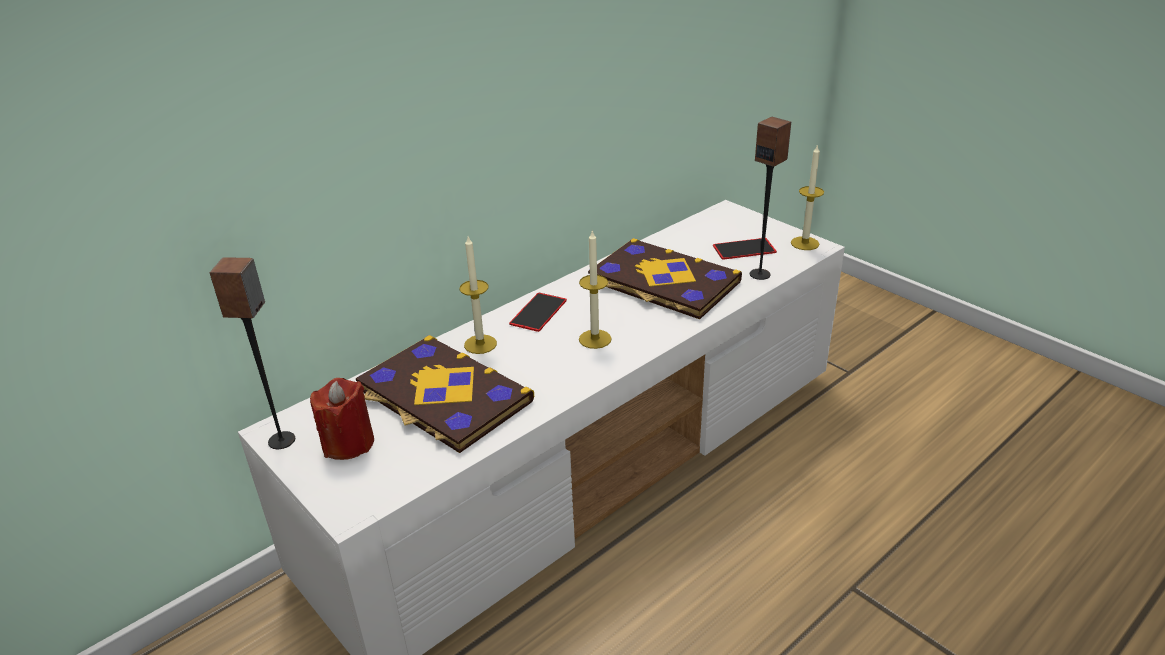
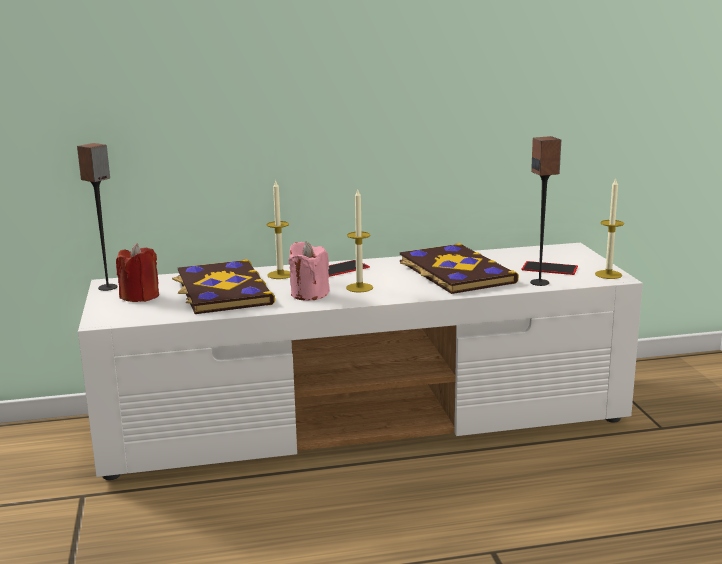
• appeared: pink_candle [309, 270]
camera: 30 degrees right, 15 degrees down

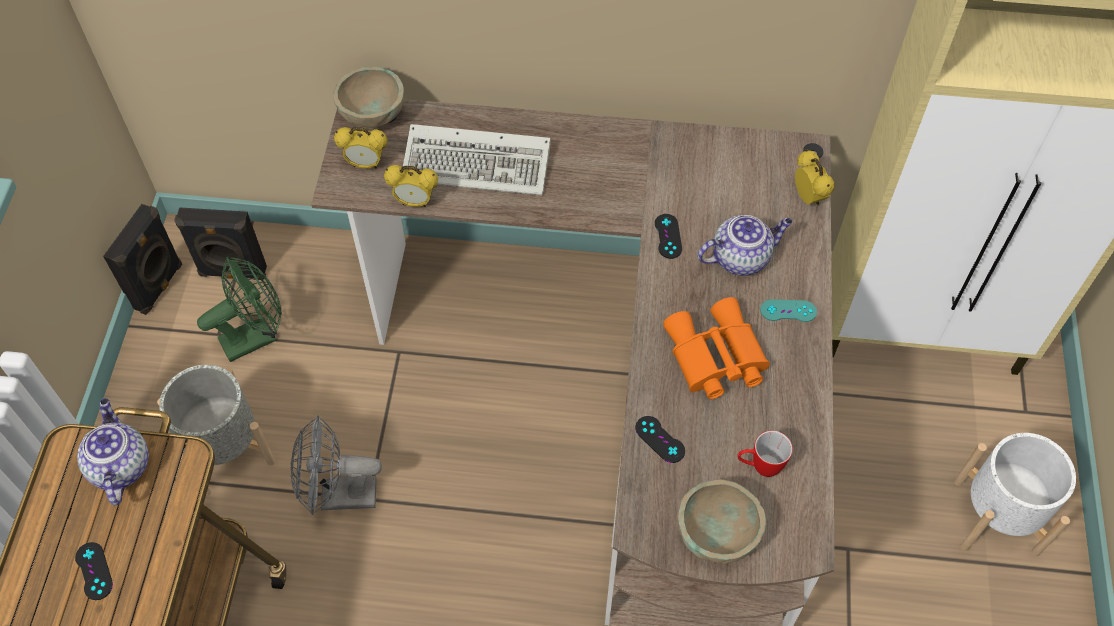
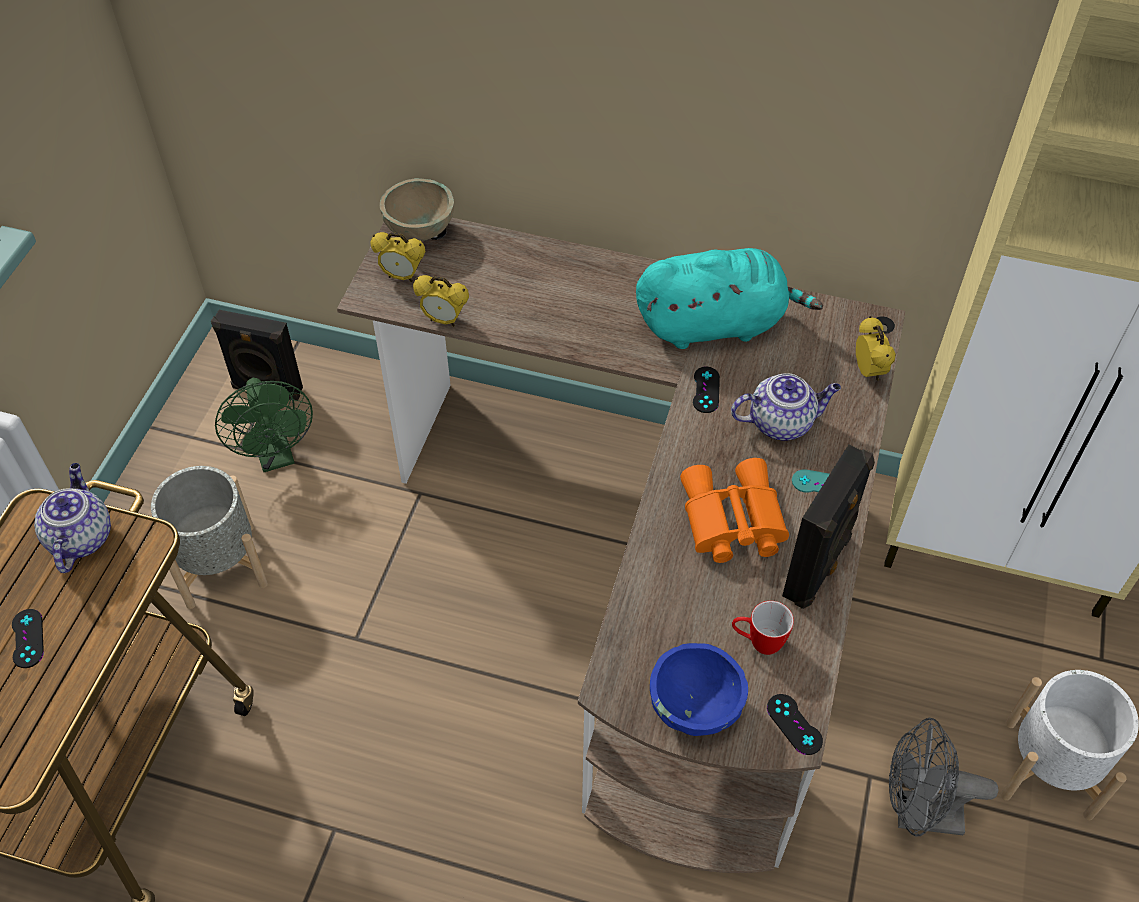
• missing: keyboard [477, 160]
• appeared: turquoise_plush_toy [729, 298]
• relocated: black_speaker [142, 259] to [828, 526]
• relocated: grey_fan [336, 465] to [943, 777]
• relocated: black_game_controller [660, 439] to [795, 724]
• colour: beige_bowl [722, 522] to blue_bowl [699, 689]
• spun: green_fan [239, 309] = [264, 425] 90 degrees clockwise
camera: 10 degrees right, 5 degrees down

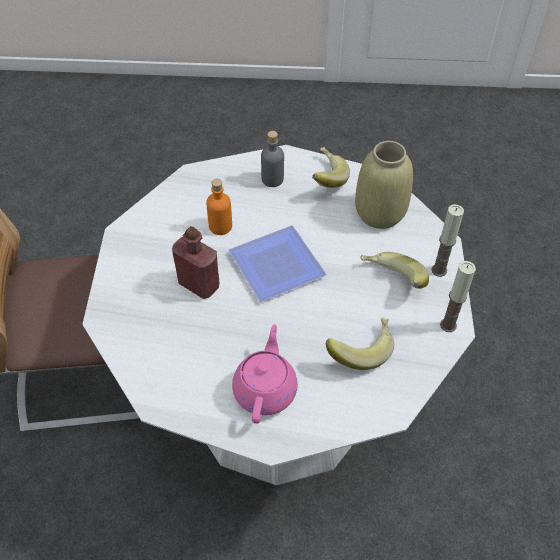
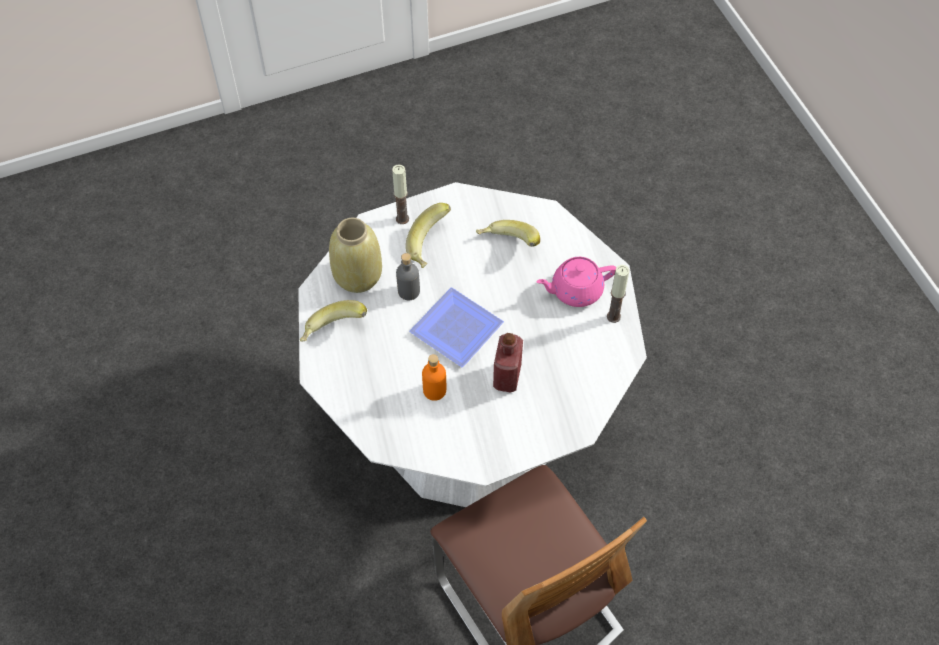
• relocated: grey_bottle [272, 159] to [408, 276]
• relocated: candle [458, 296] to [618, 294]
camera: 115 degrees left, 5 degrees up

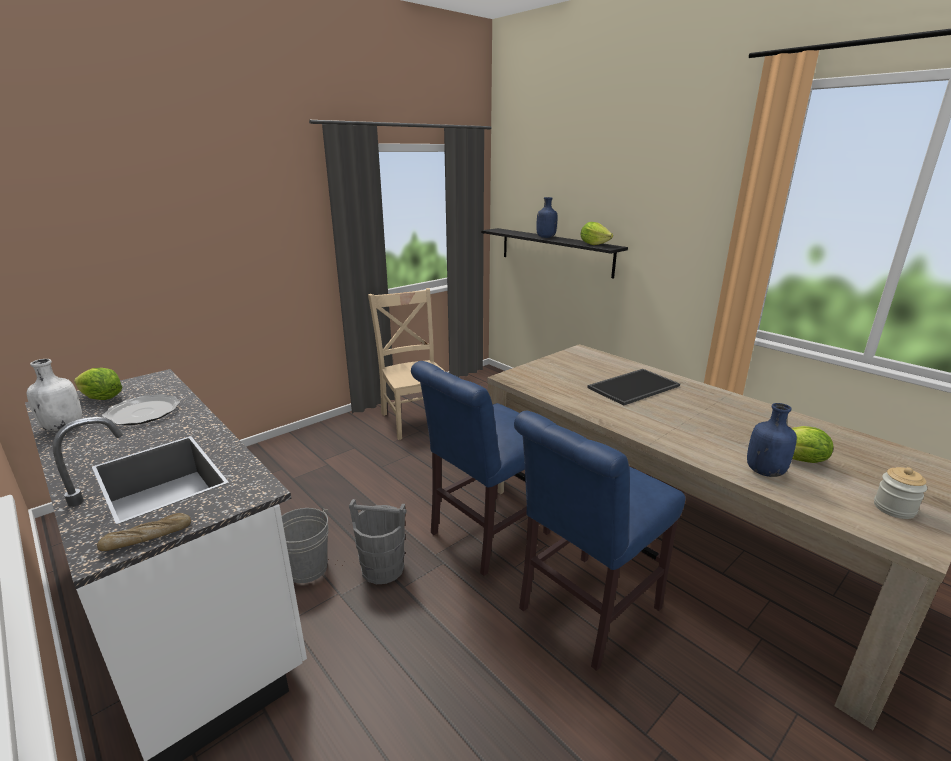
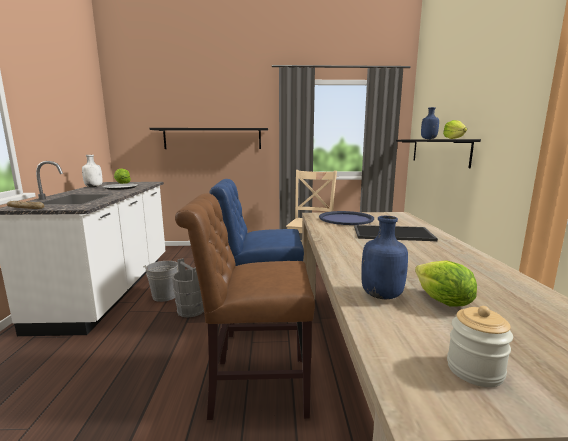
• appeared: black_shelf [208, 138]
• appeared: blue_tray [346, 218]
• colour: blue_chair [600, 541] to brown_chair [245, 306]
camera: 40 degrees right, 10 degrees down

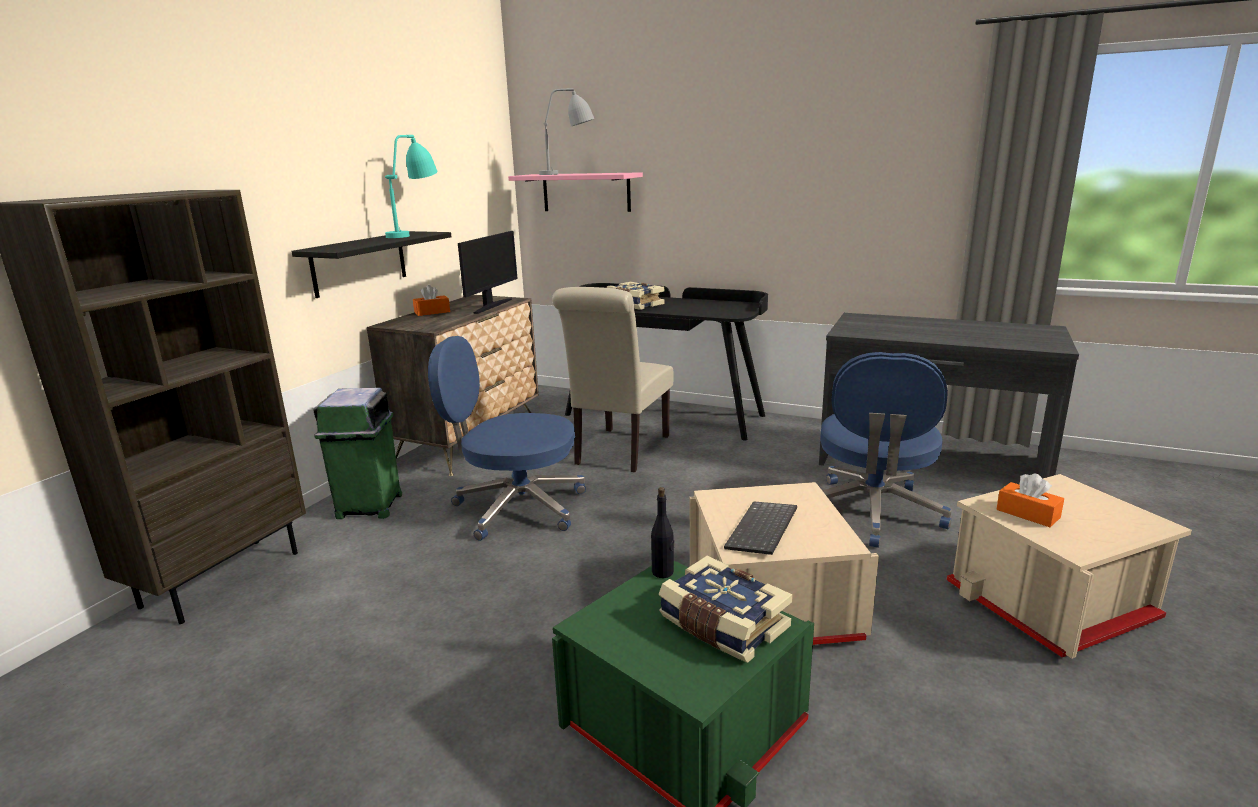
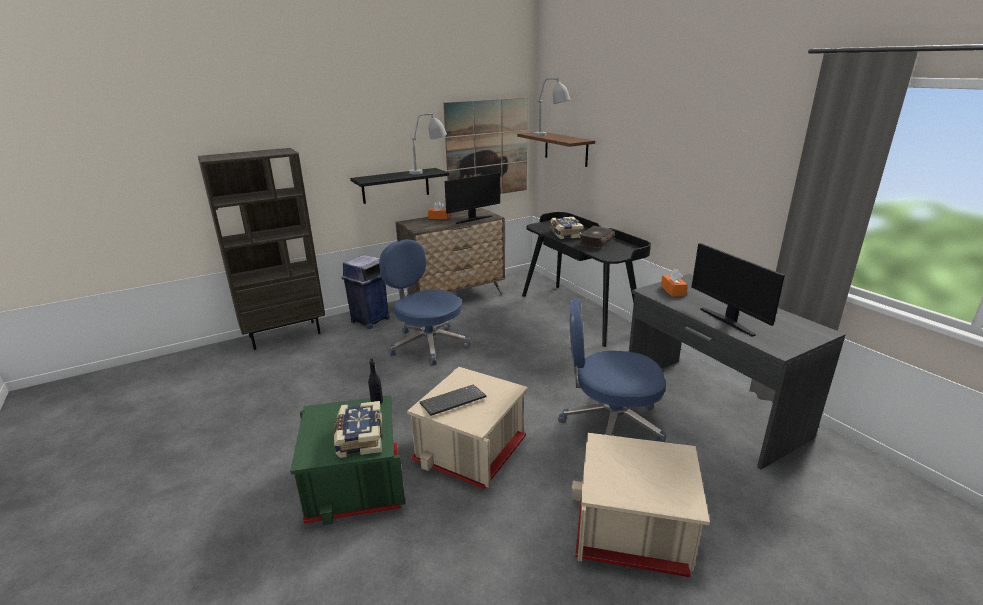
• missing: beige_chair [613, 379]
• appeared: picture [486, 146]
• appeared: book [597, 237]
• appeared: monitor [738, 290]
• relocated: orange_tissue_box [1030, 500] to [674, 283]
• colour: green_trash_can [357, 453] to blue_trash_can [366, 292]
• colour: turquoise_table_lamp [411, 186] to grey_table_lamp [428, 143]
• colour: pink_shelf [575, 192] to brown_shelf [556, 149]
• spun: blue_office_chair [885, 450] = [612, 370] 45 degrees clockwise
camera: 35 degrees right, 5 degrees up

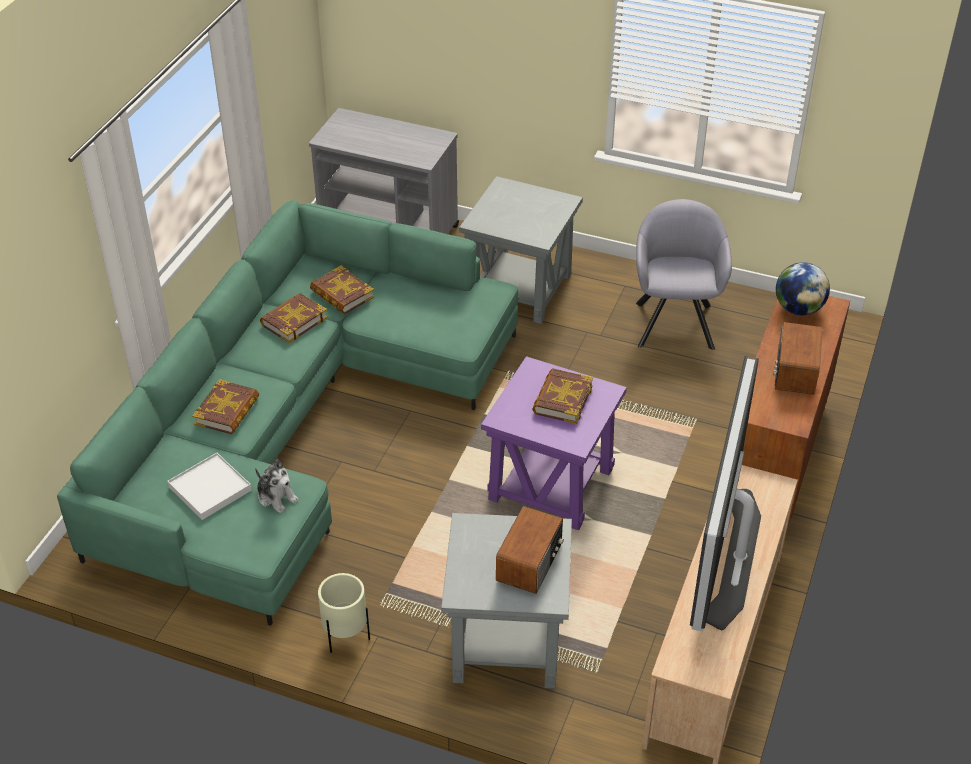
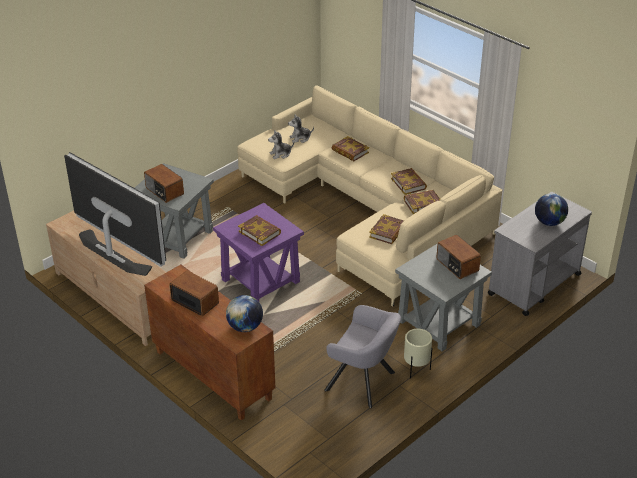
• appeared: book [386, 229]
• appeared: radio [458, 257]
• appeared: globe [551, 209]
• relocated: beige_planter [344, 613] to [418, 353]
• exchanged: white_tray [209, 486] to plush_toy [301, 129]
• colour: green_sofa [288, 413] to beige_sofa [369, 196]
camera: 115 degrees right, 5 degrees down

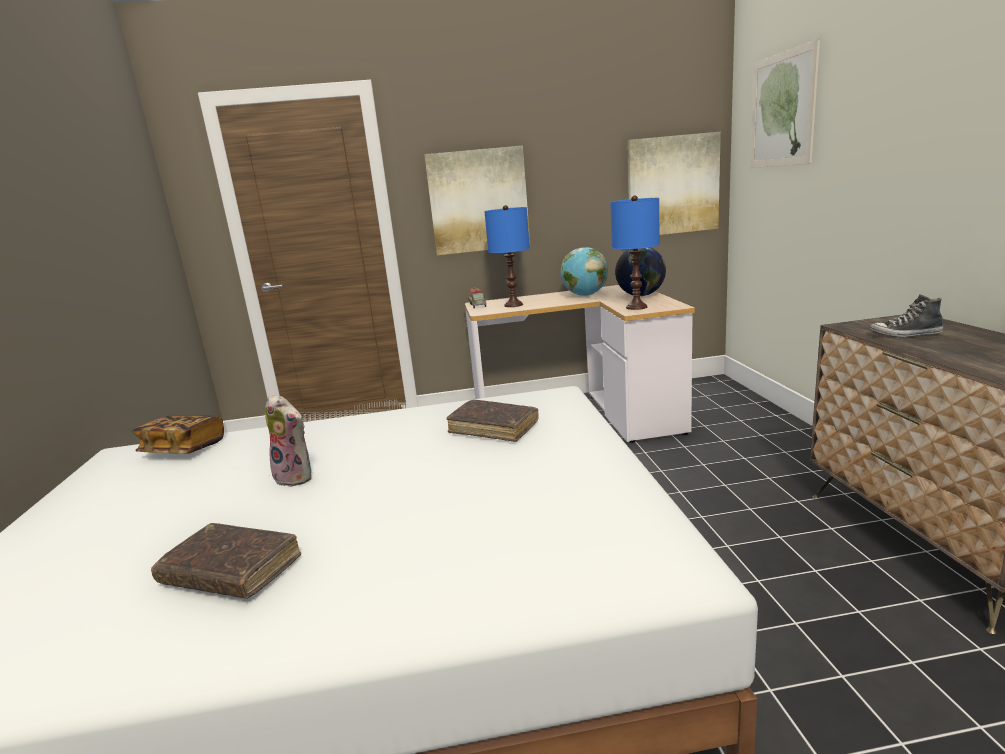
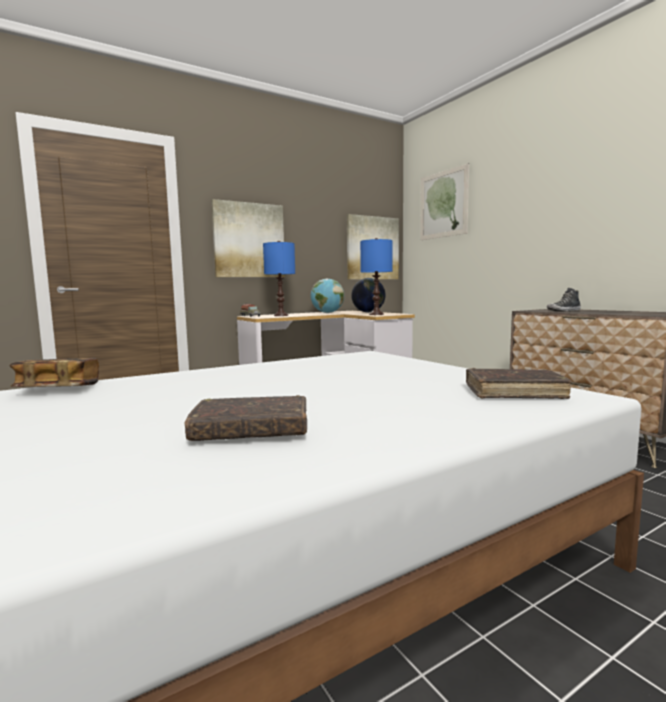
• missing: plush_toy [289, 440]
• relocated: brown_book [493, 421] to [519, 383]
camera: 25 degrees left, 10 degrees down

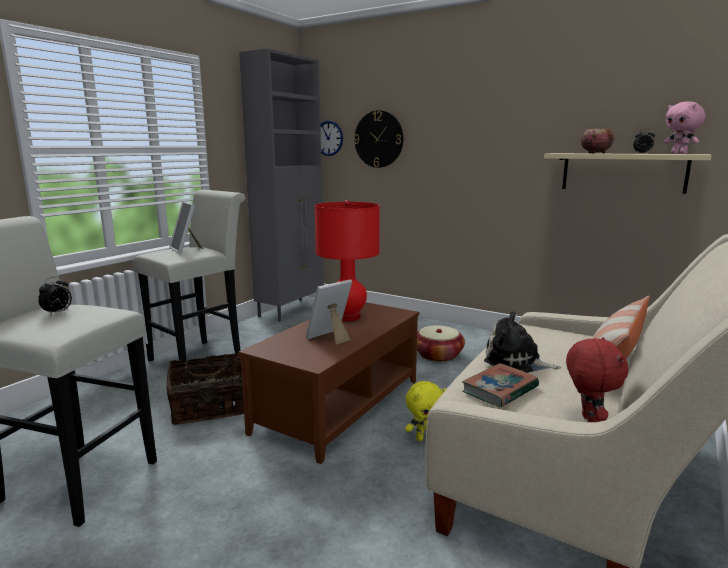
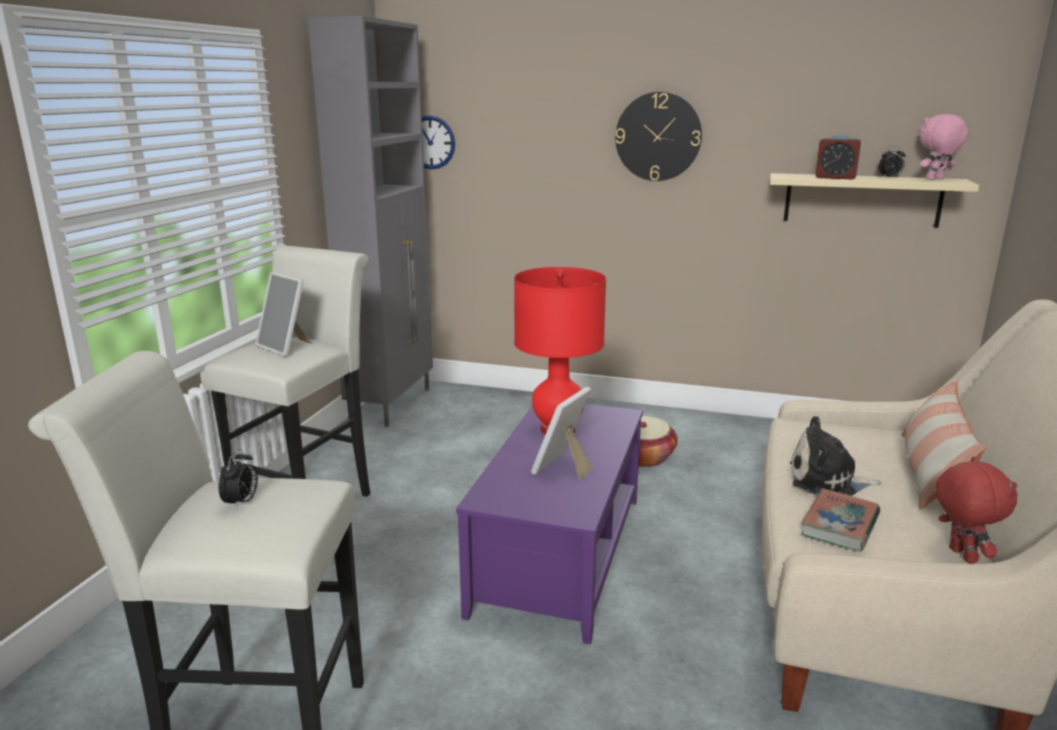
• missing: basket [205, 389]
• missing: yellow_plush_toy [425, 411]
• relocated: wall_clock [378, 139] to [658, 136]
• exchanged: bowl [597, 141] to alarm_clock [838, 156]
• colour: brown_coffee_table [329, 383] to purple_coffee_table [549, 524]
• spun: pink_plush_toy [684, 127] = [944, 147] 105 degrees clockwise
camera: 15 degrees left, 5 degrees up

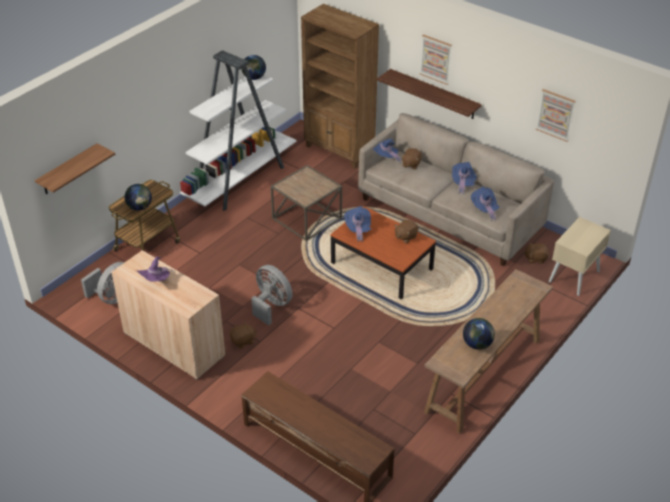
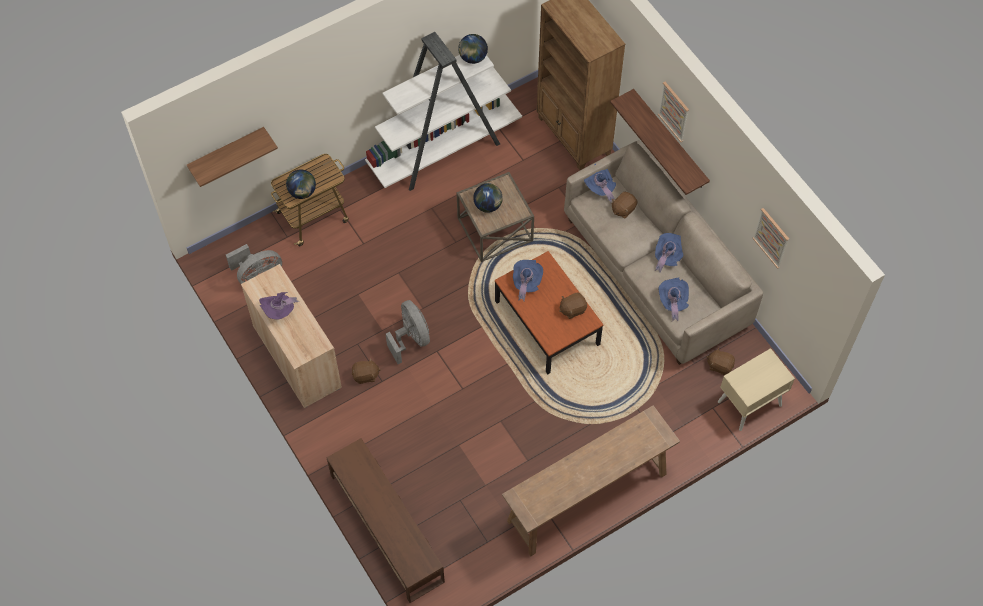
• relocated: globe [479, 334] to [488, 198]
camera: 20 degrees right, 20 degrees up

